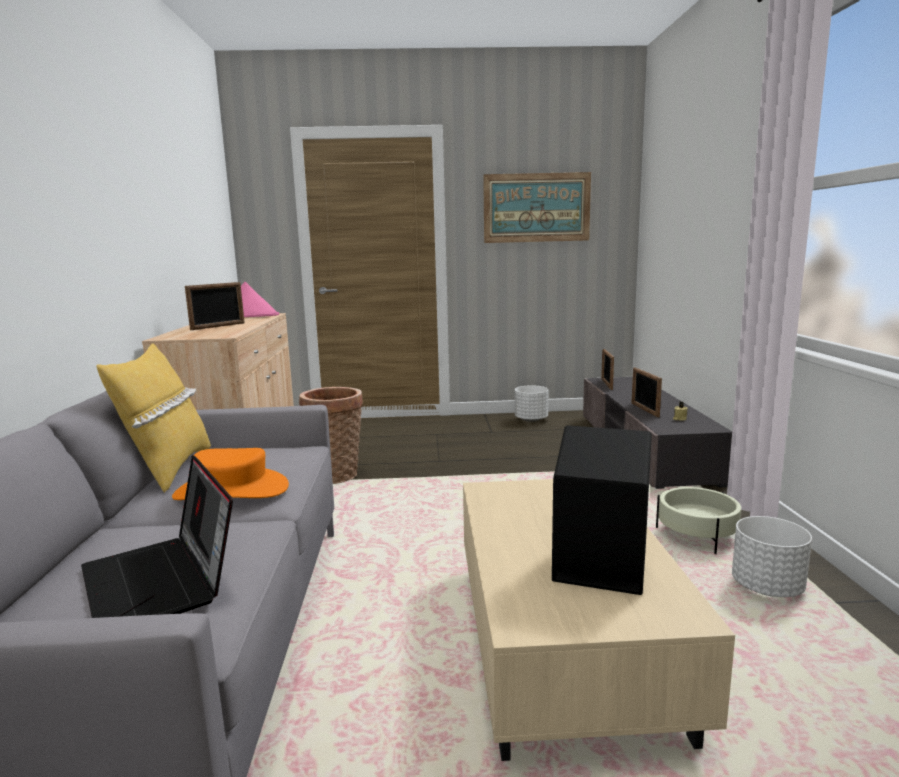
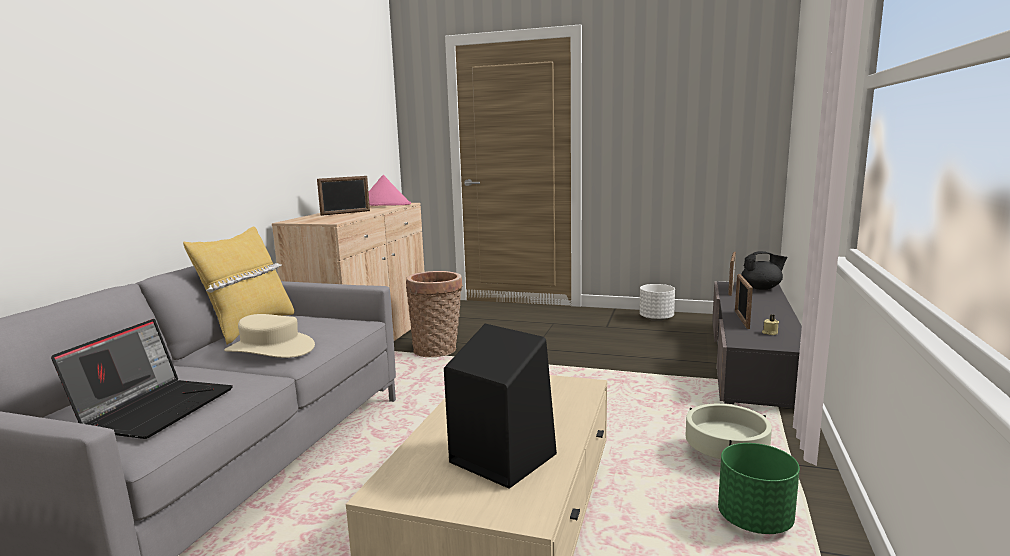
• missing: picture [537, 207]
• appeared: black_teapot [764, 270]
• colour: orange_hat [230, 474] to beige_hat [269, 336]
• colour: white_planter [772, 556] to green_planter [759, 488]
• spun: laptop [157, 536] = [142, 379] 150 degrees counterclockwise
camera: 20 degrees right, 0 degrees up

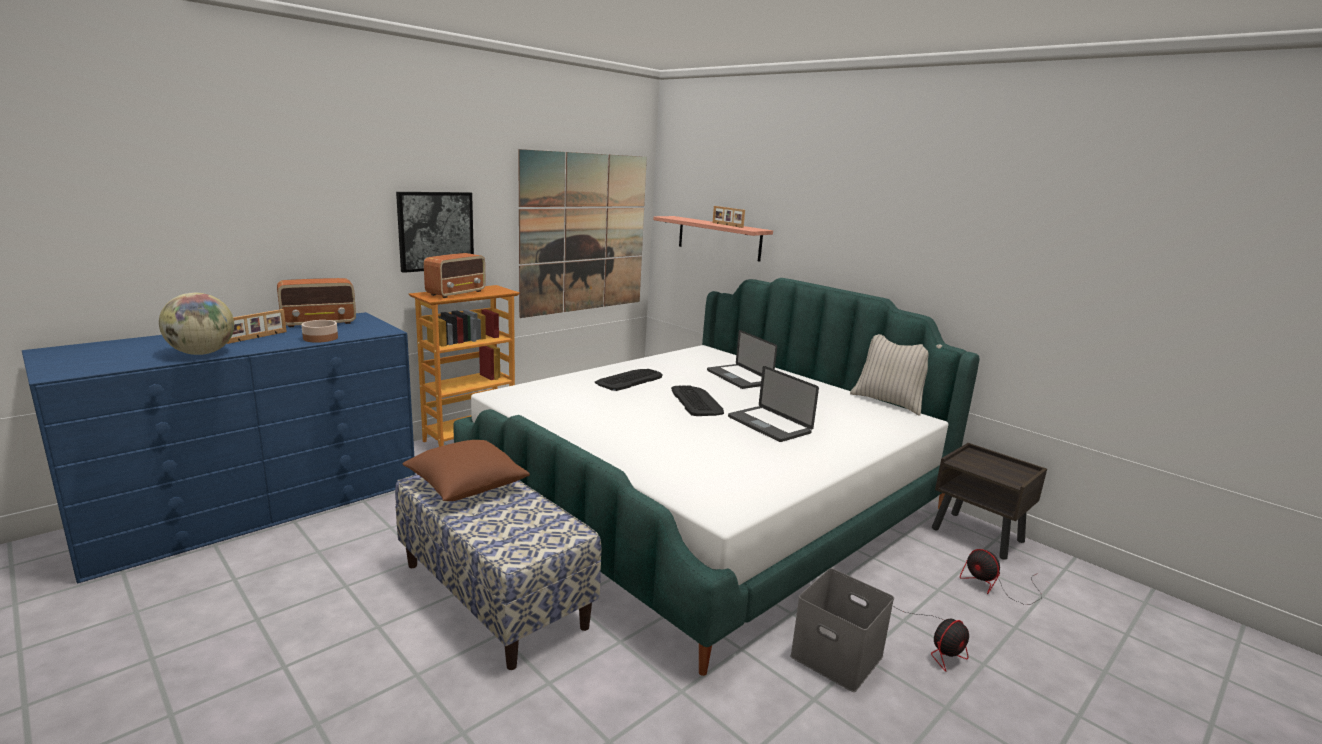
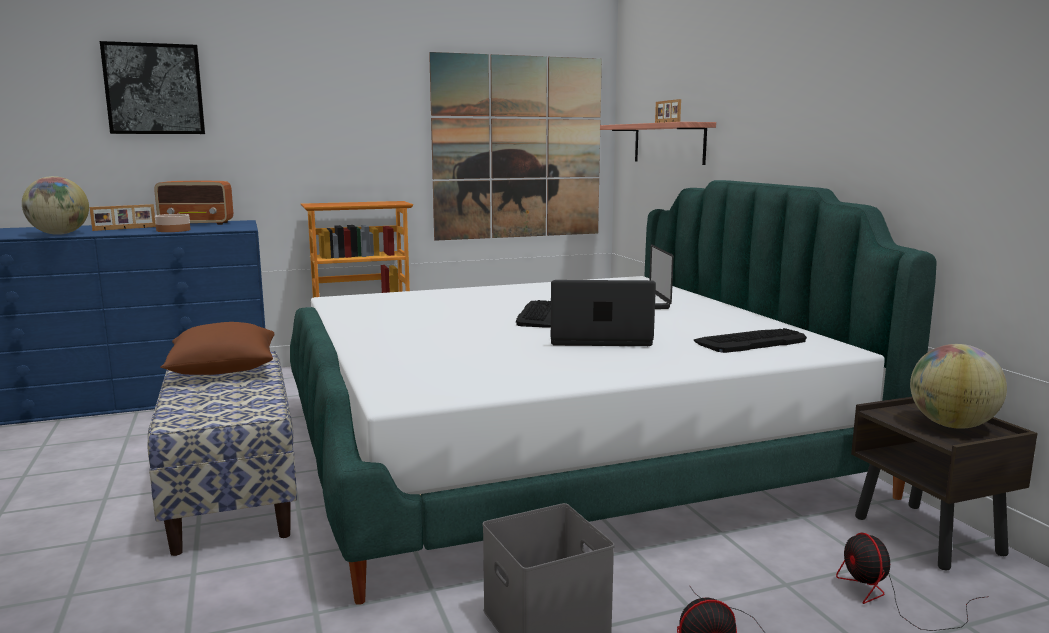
• missing: radio [455, 275]
• missing: beige_pillow [896, 375]
• appeared: globe [958, 386]
• relocated: picture [435, 232] to [152, 87]
• relocated: keyboard [629, 380] to [750, 340]
• spun: laptop [773, 404] = [603, 313] 105 degrees clockwise
camera: 25 degrees right, 5 degrees down

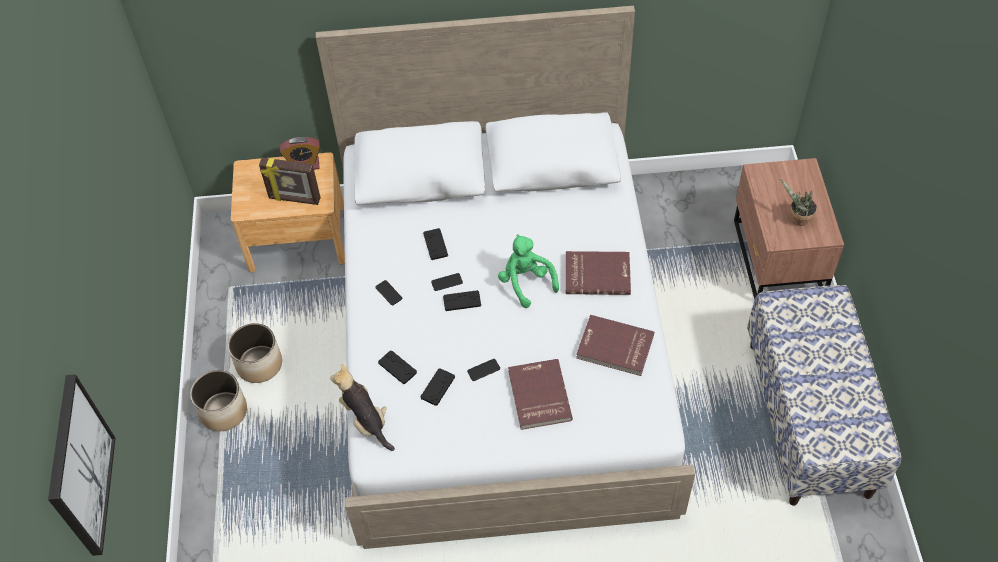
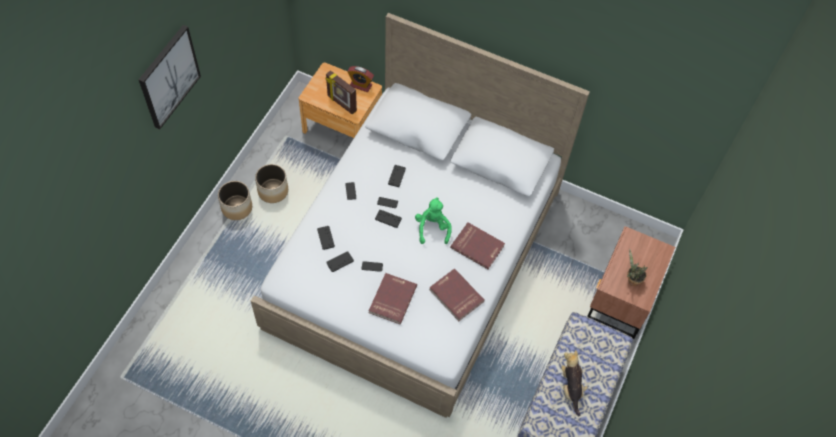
• relocated: picture [81, 465] to [170, 77]
• relocated: plush_toy [362, 407] to [574, 383]
camera: 25 degrees right, 5 degrees up

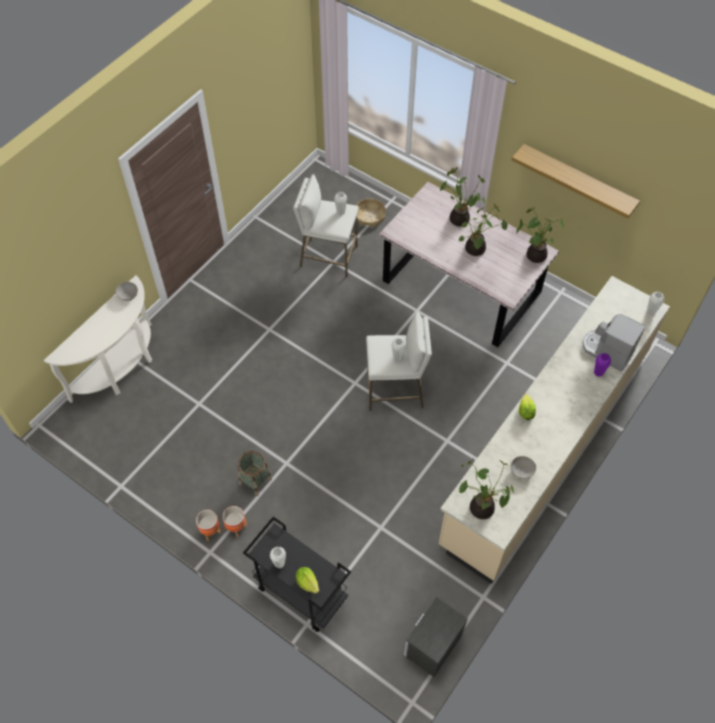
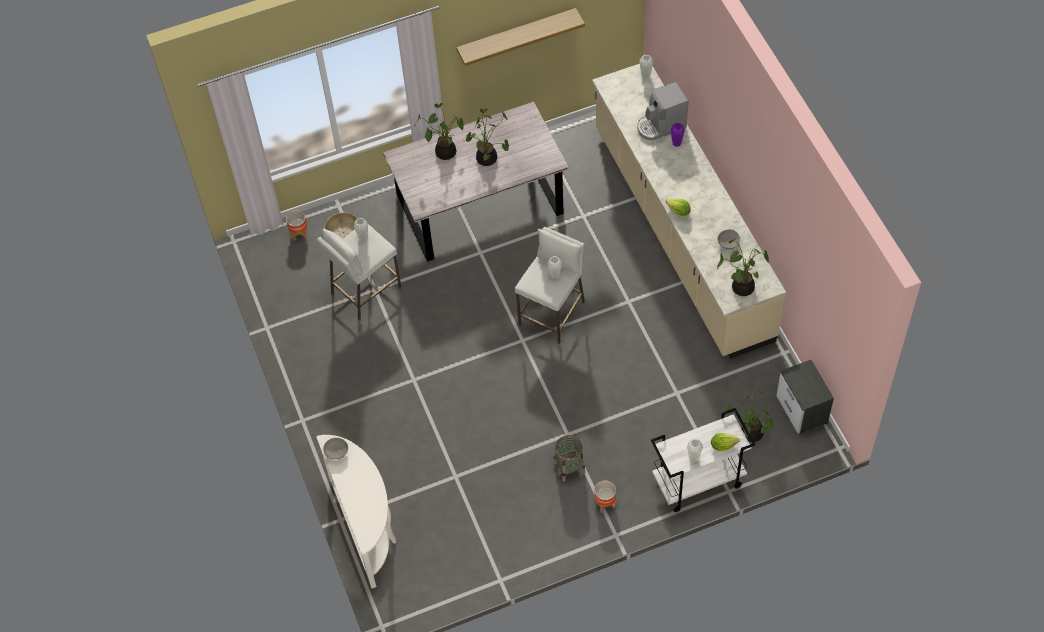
• relocated: planter [208, 525] to [296, 225]
• relocated: potted_plant [540, 235] to [749, 416]
• colour: black_cart [297, 574] to white_cart [703, 460]
camera: 55 degrees left, 0 degrees up

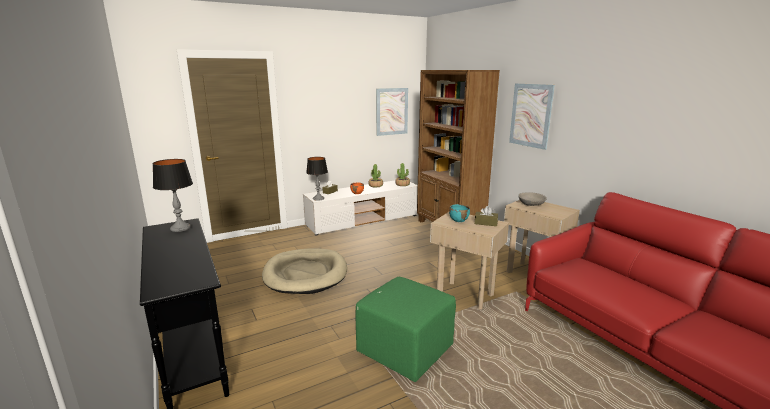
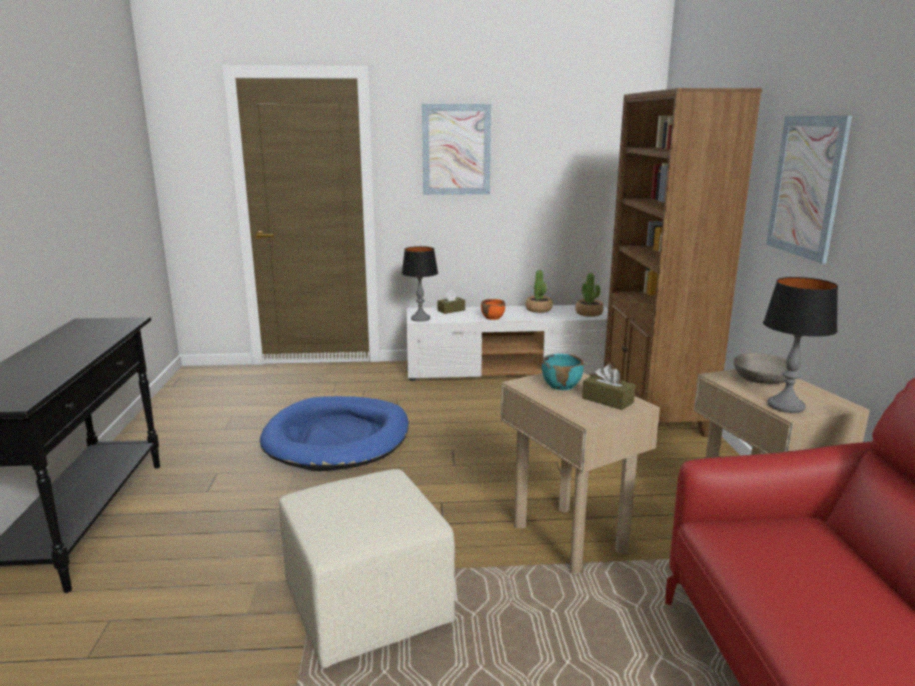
• relocated: table_lamp [173, 195] to [800, 345]
• relocated: picture [392, 112] to [456, 149]
• colour: beige_dog_bed [304, 271] to blue_dog_bed [334, 433]
• colour: green_ottoman [406, 329] to beige_ottoman [367, 568]
camera: 25 degrees right, 0 degrees up

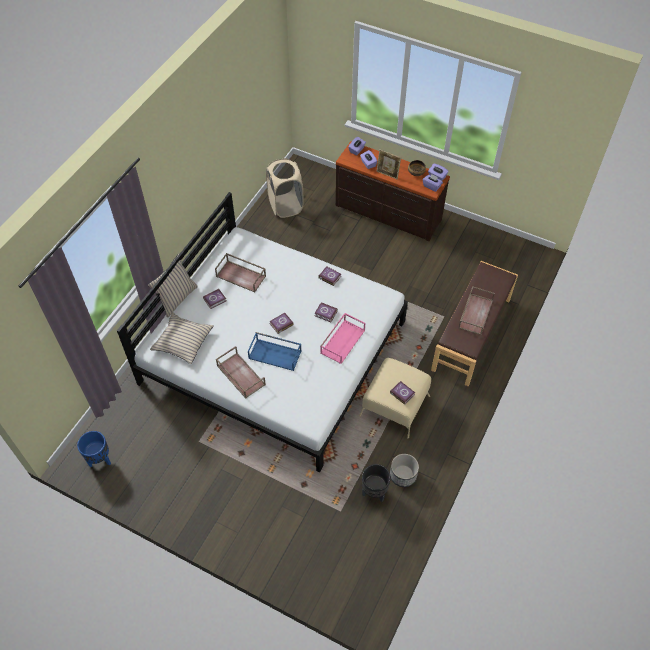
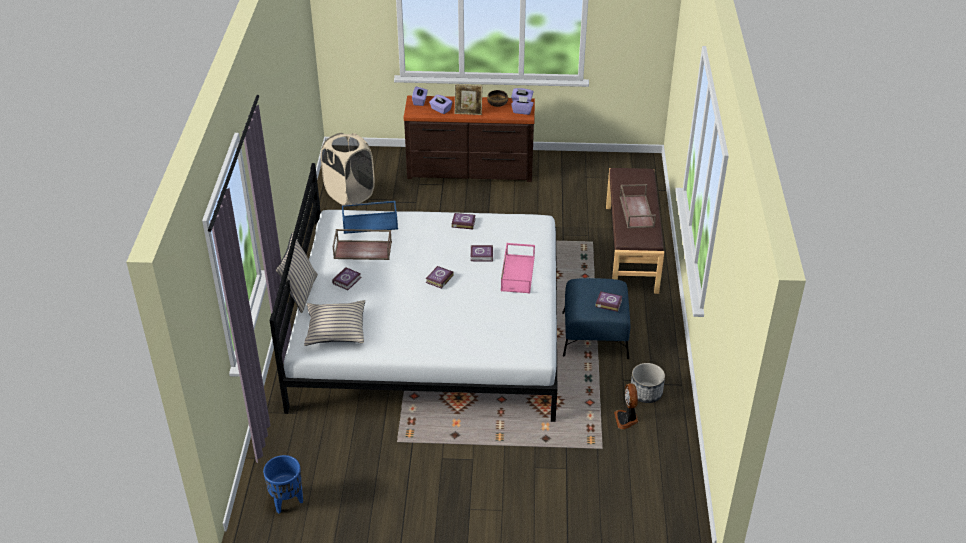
• missing: brown_tray [241, 372]
• relocated: blue_tray [275, 351] to [370, 217]
• exchanged: black_planter [376, 483] to fan [626, 406]
• colour: beige_ottoman [395, 398] to blue_ottoman [596, 318]
camera: 25 degrees left, 15 degrees down

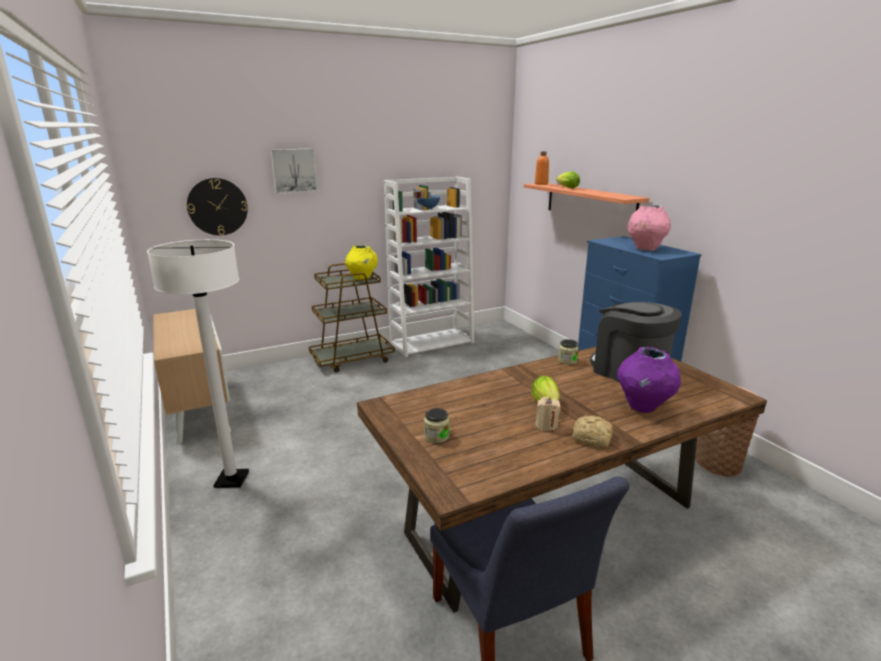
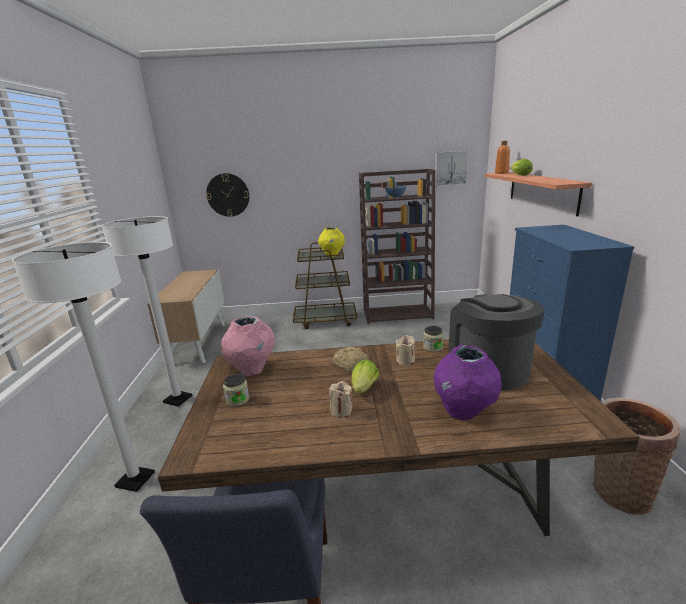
• appeared: white_floor_lamp [83, 367]
• appeared: beige_candle [405, 350]
• relocated: picture [294, 171] to [452, 168]
• relocated: bread [593, 431] to [351, 359]
• relocated: pink_vase [649, 228] to [248, 346]
• colour: white_bookcase [429, 267] to brown_bookcase [397, 246]
camera: 25 degrees right, 0 degrees up

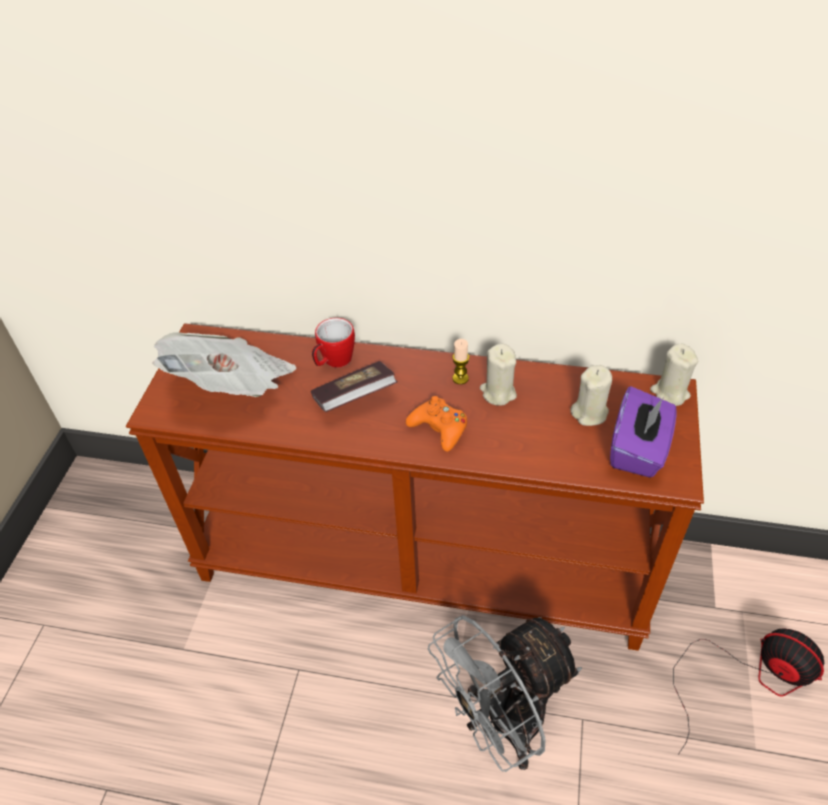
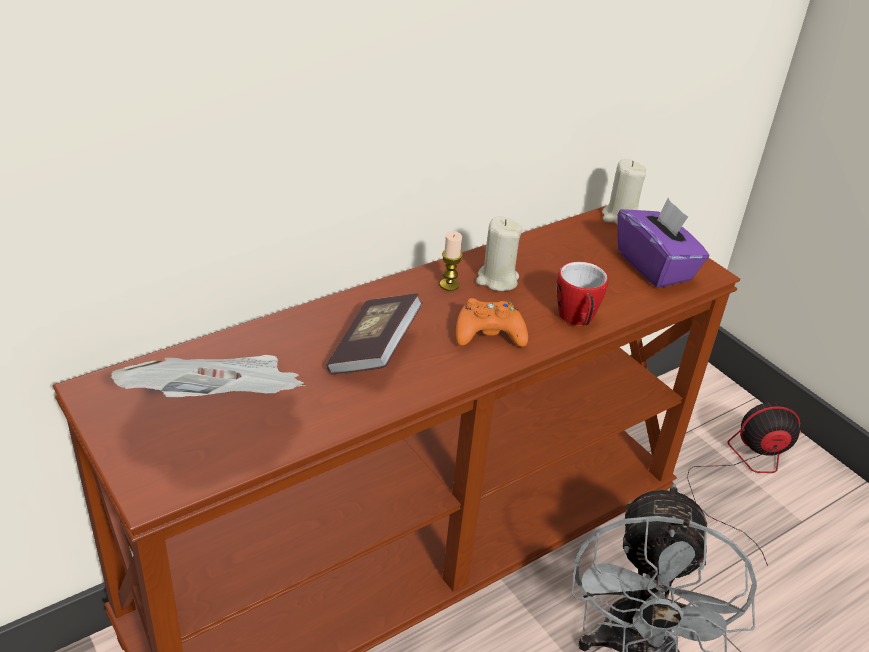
• missing: beige_candle [591, 395]
• relocated: mug [333, 343] to [583, 293]
camera: 50 degrees left, 10 degrees down

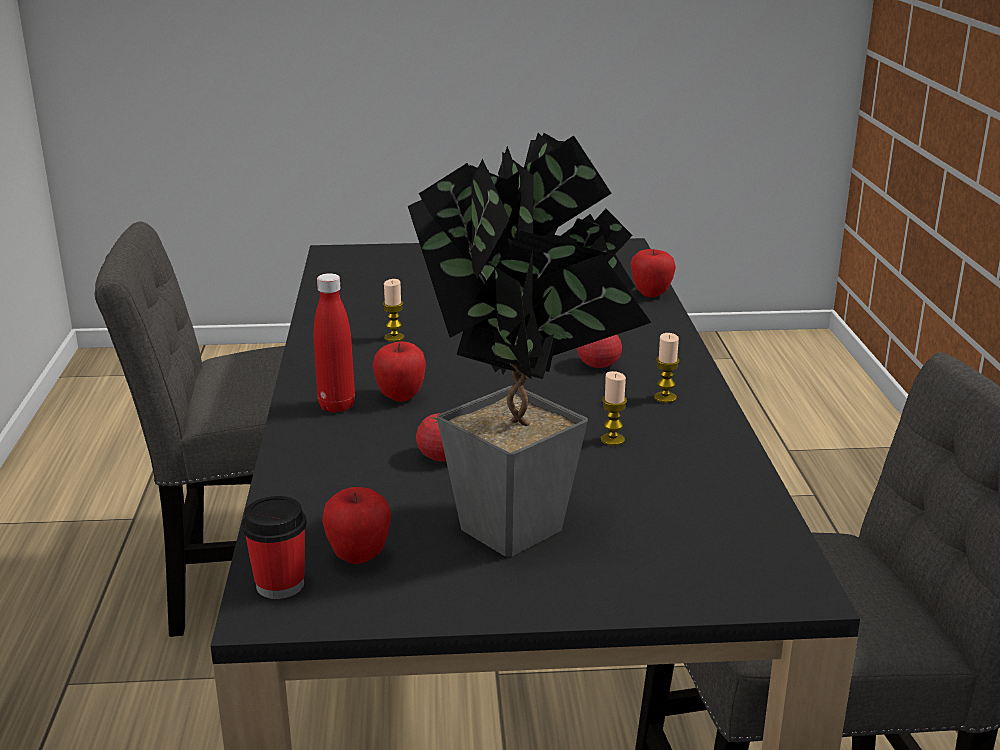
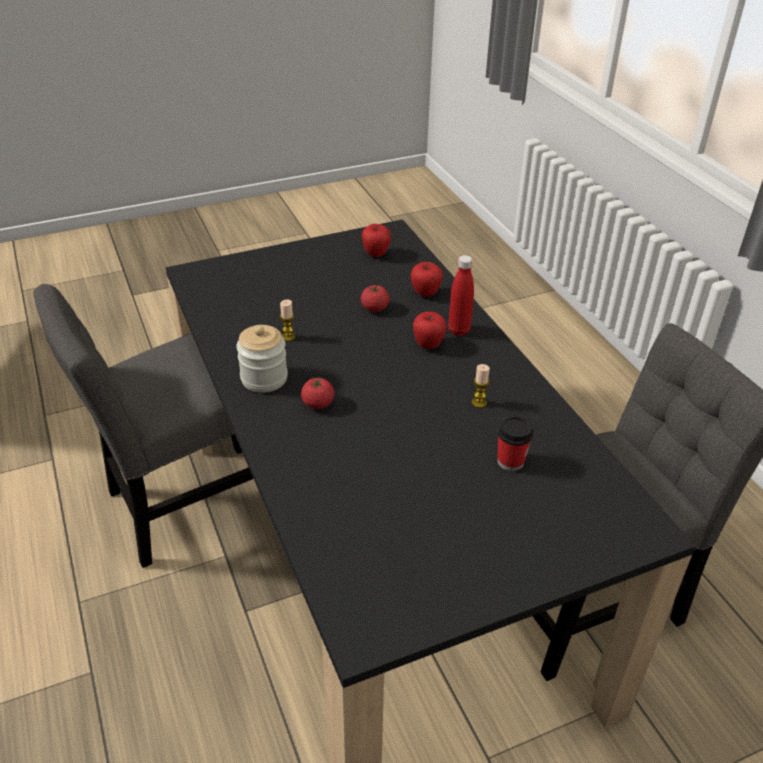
• missing: potted_plant [529, 345]
• relocated: cup [274, 547] to [515, 443]
• relocated: apple [653, 273] to [427, 279]
• exchanged: candle [667, 368] to jar [262, 359]
camera: 160 degrees right, 15 degrees up

